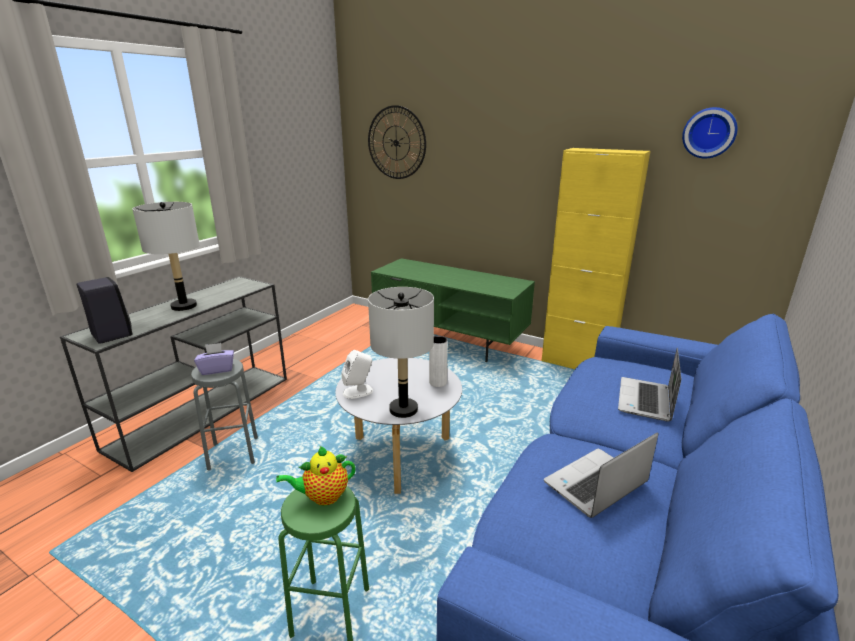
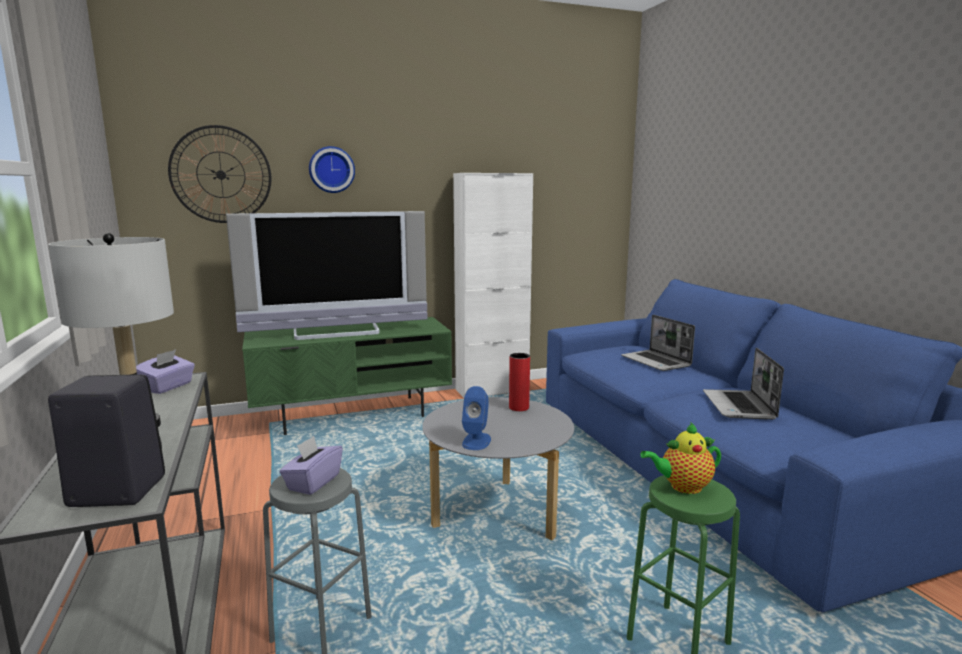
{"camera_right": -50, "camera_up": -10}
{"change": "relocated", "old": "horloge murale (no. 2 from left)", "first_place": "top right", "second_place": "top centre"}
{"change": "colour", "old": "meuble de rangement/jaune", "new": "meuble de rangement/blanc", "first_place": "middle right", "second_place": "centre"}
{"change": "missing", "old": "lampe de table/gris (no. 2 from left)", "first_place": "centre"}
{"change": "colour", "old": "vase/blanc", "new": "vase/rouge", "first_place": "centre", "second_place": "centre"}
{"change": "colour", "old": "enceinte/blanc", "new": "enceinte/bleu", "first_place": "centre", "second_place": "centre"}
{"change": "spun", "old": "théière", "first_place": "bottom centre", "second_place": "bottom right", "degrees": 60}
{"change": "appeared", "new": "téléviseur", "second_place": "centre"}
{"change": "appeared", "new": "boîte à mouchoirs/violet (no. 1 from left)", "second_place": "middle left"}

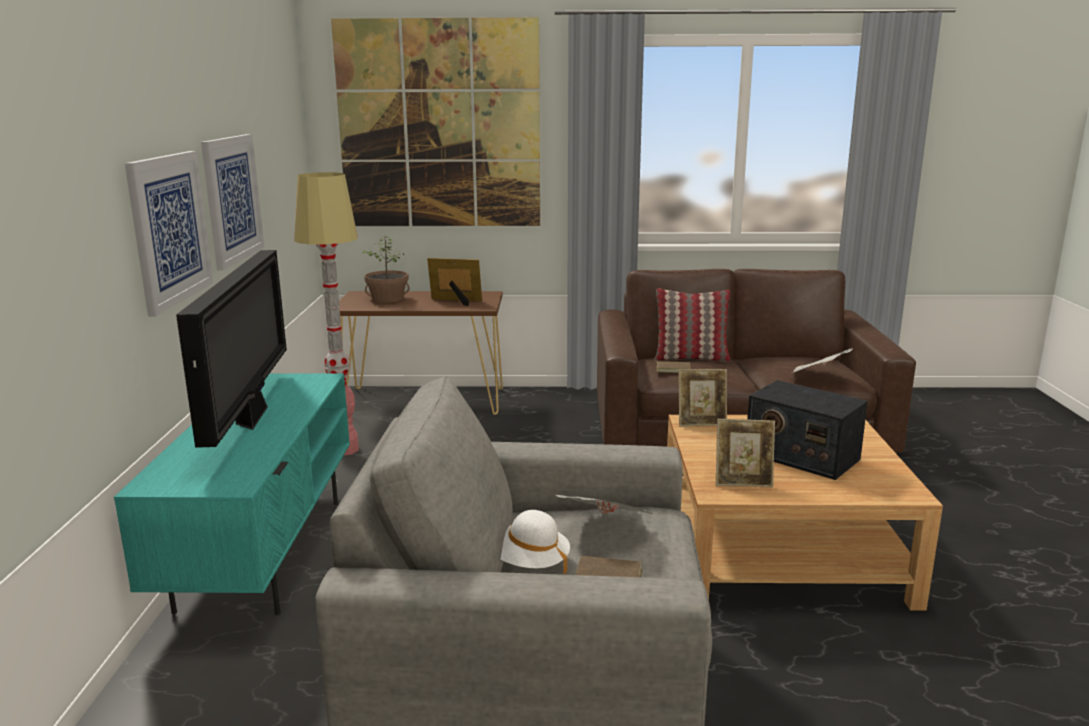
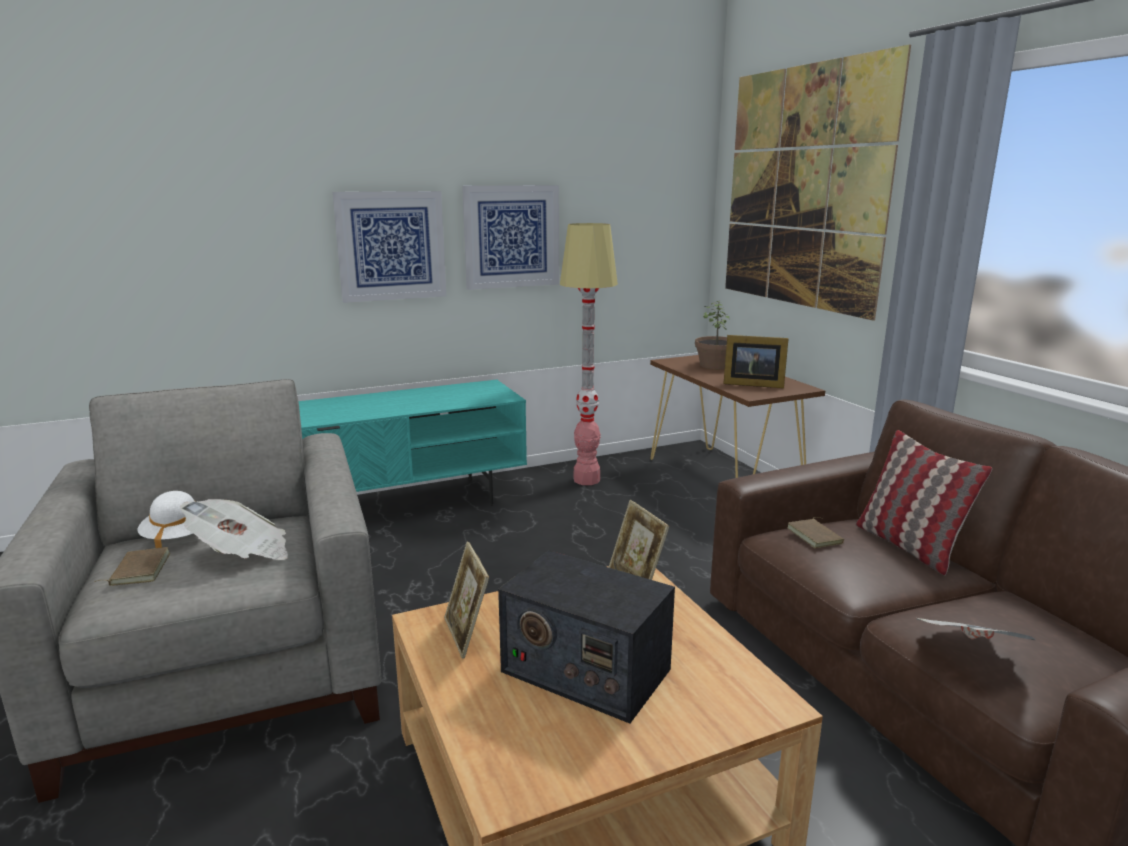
{"camera_right": 65, "camera_up": 0}
{"change": "missing", "old": "téléviseur", "first_place": "middle left"}
{"change": "spun", "old": "cadre photo (no. 1 from left in the first image)", "first_place": "centre", "second_place": "middle right", "degrees": 120}
{"change": "spun", "old": "radio", "first_place": "middle right", "second_place": "bottom centre", "degrees": -75}

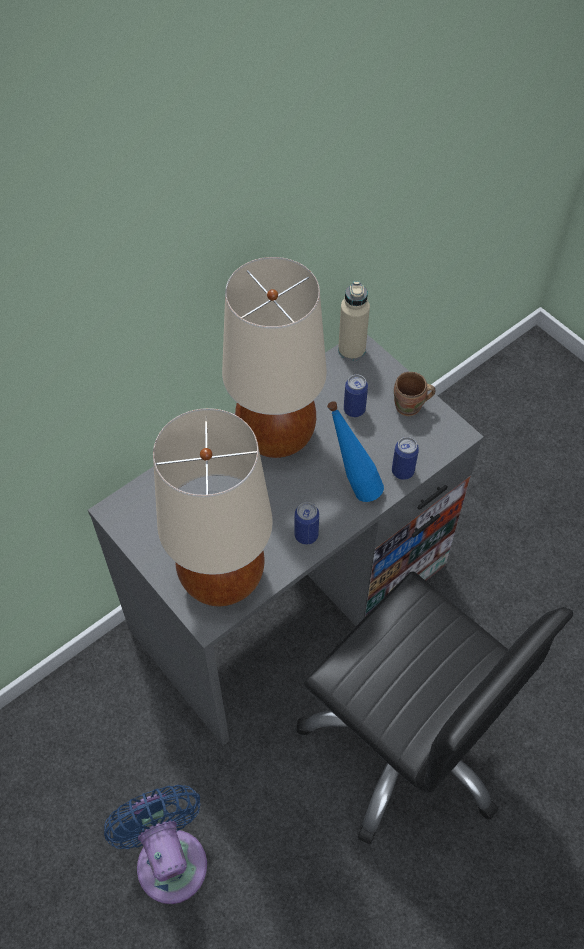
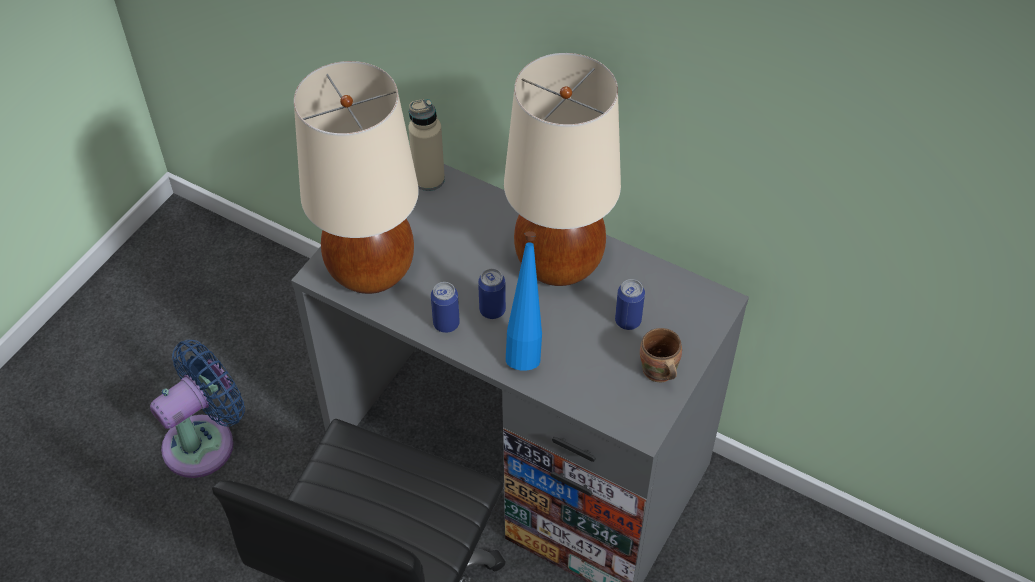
{"camera_right": 70, "camera_up": -5}
{"change": "relocated", "old": "bouteille/beige", "first_place": "centre", "second_place": "top centre"}
{"change": "relocated", "old": "boîte métallique (no. 3 from left in the first image)", "new": "boîte métallique (no. 2 from left)", "first_place": "middle right", "second_place": "centre"}

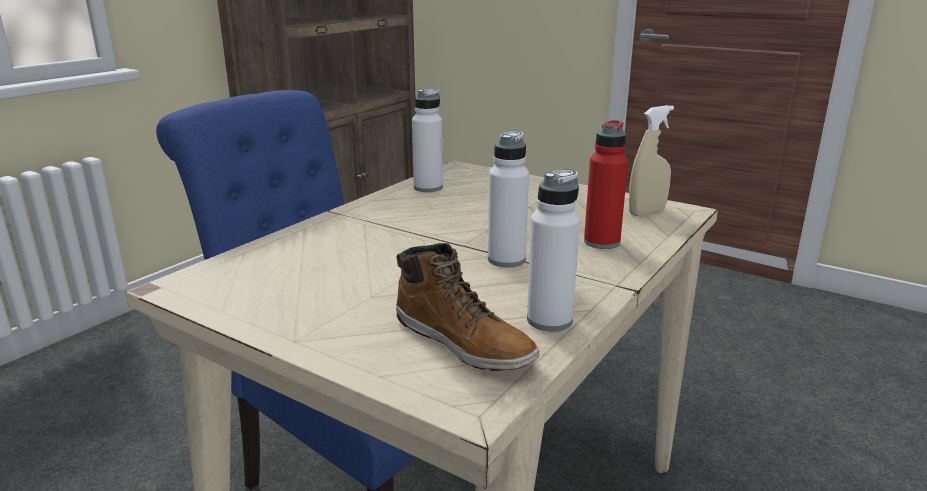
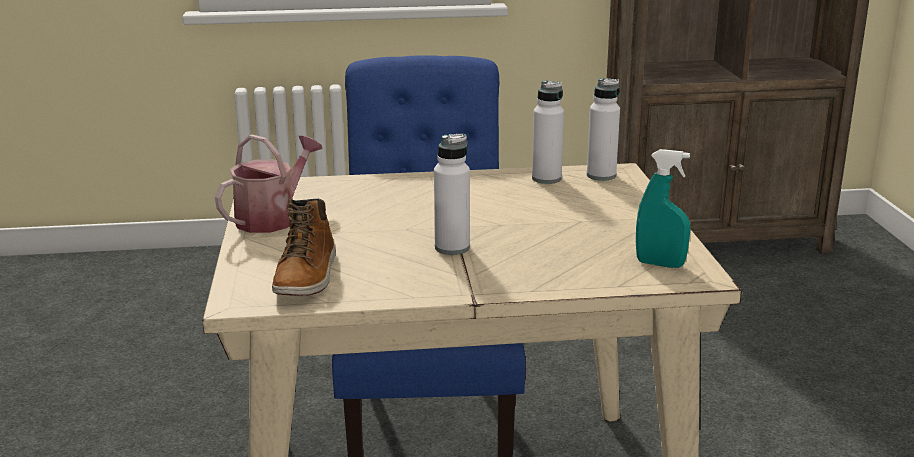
{"camera_right": 50, "camera_up": 0}
{"change": "colour", "old": "vaporisateur/beige", "new": "vaporisateur/turquoise", "first_place": "top right", "second_place": "middle right"}
{"change": "missing", "old": "bouteille/rouge", "first_place": "centre"}
{"change": "relocated", "old": "bouteille/blanc (no. 3 from left)", "first_place": "centre", "second_place": "top centre"}
{"change": "appeared", "new": "arrosoir", "second_place": "middle left"}

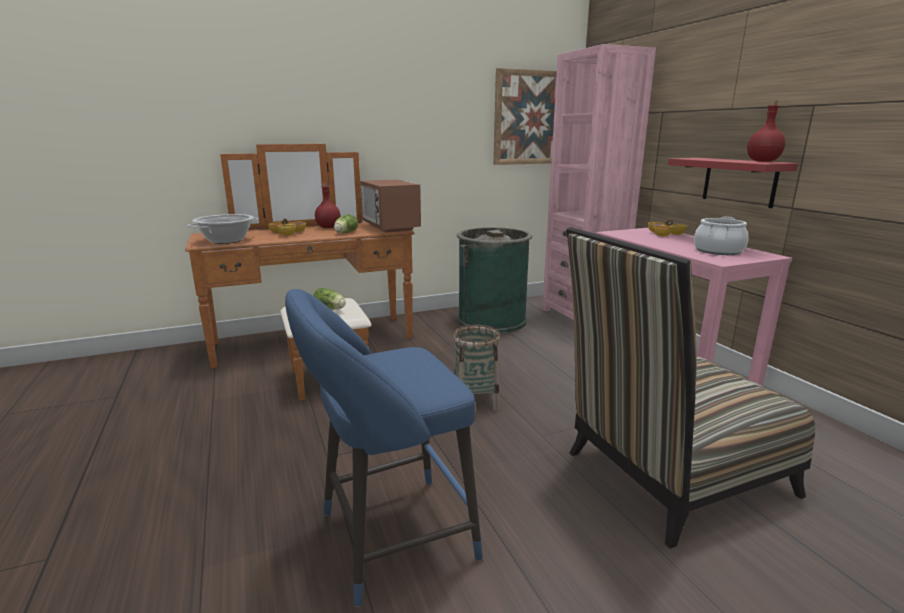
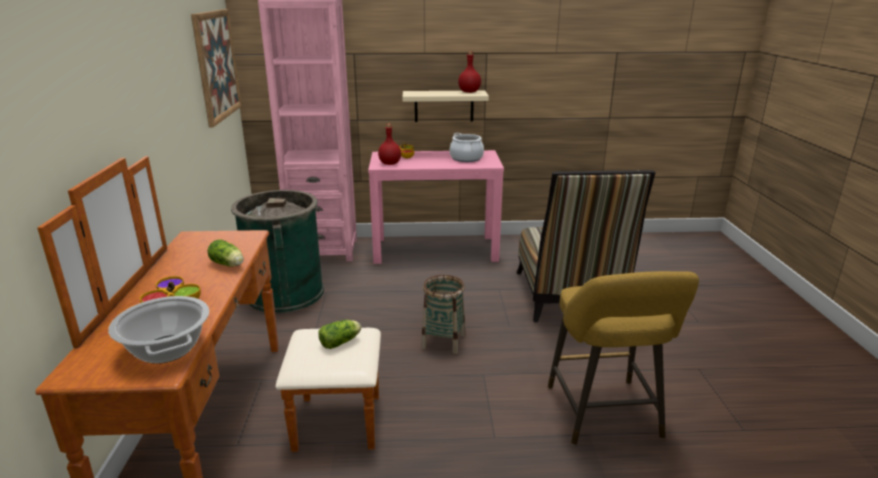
{"camera_right": -70, "camera_up": 5}
{"change": "colour", "old": "étagère/rouge", "new": "étagère/beige", "first_place": "top right", "second_place": "top centre"}
{"change": "missing", "old": "micro-ondes", "first_place": "centre"}
{"change": "relocated", "old": "bouteille/rouge (no. 1 from left)", "first_place": "centre", "second_place": "top centre"}
{"change": "colour", "old": "tabouret/bleu", "new": "tabouret/jaune", "first_place": "bottom centre", "second_place": "bottom right"}

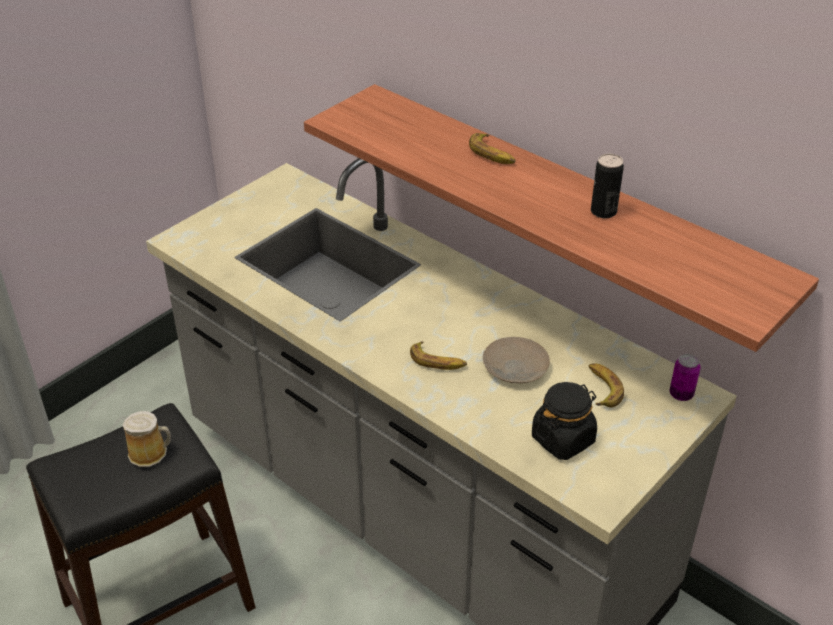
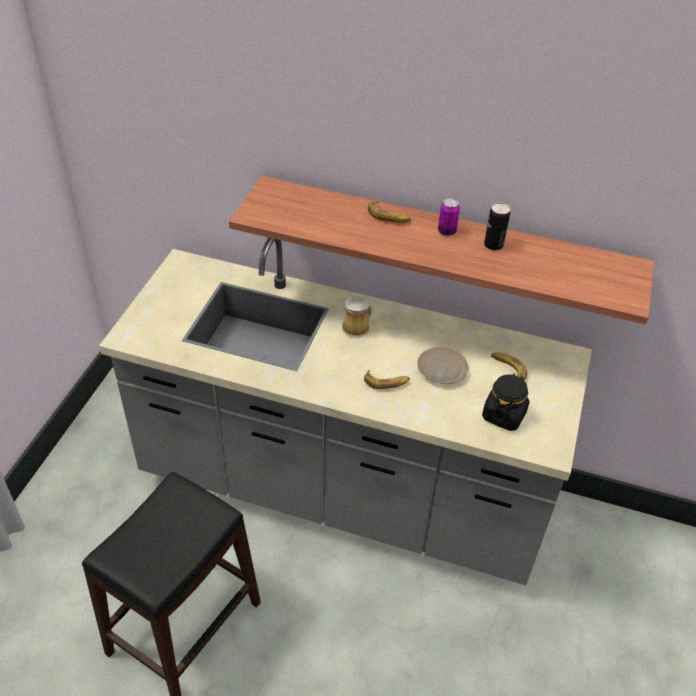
{"camera_right": -25, "camera_up": 5}
{"change": "relocated", "old": "boîte métallique (no. 2 from left in the first image)", "new": "boîte métallique (no. 1 from left)", "first_place": "middle right", "second_place": "top centre"}
{"change": "relocated", "old": "mug", "first_place": "bottom left", "second_place": "centre"}

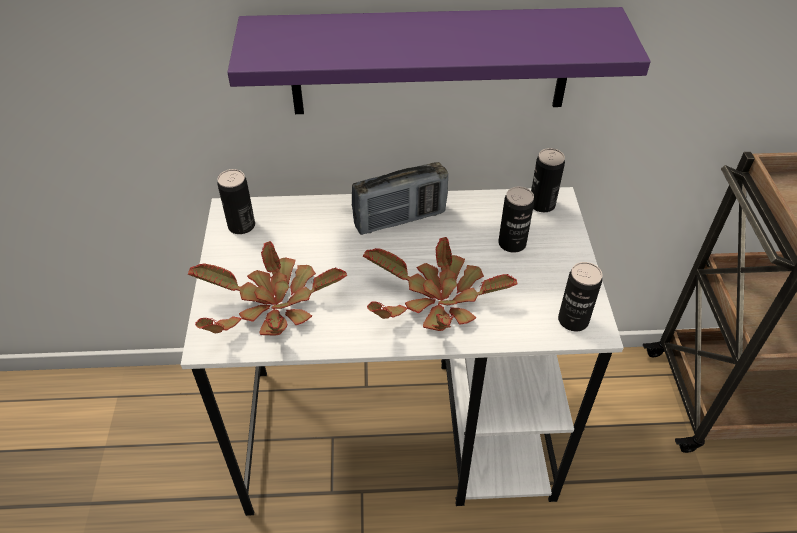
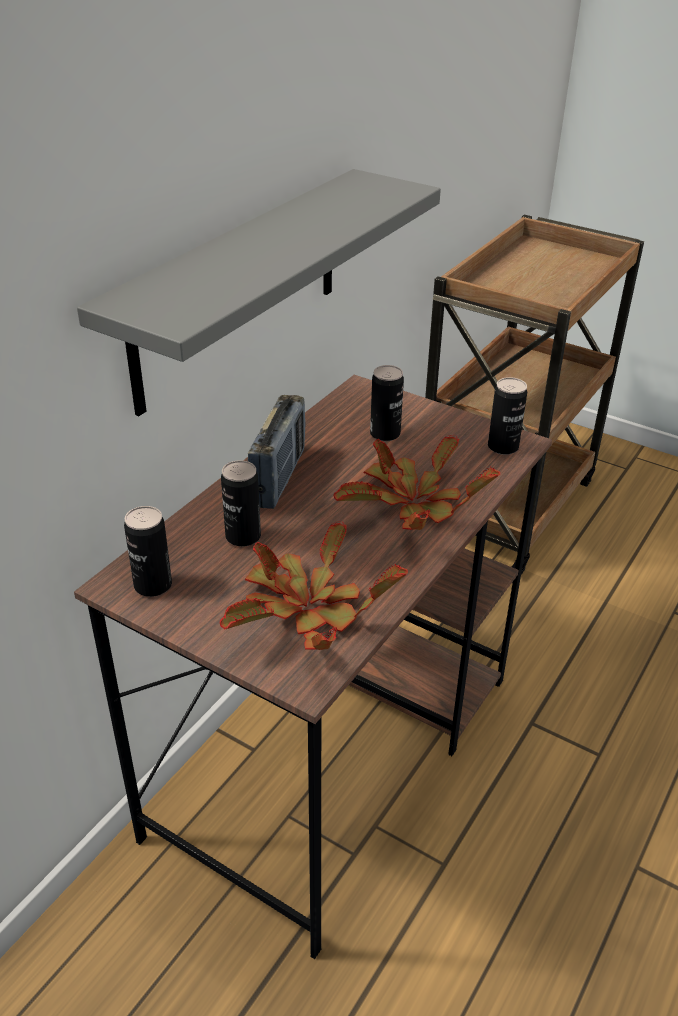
{"camera_right": -55, "camera_up": -10}
{"change": "colour", "old": "étagère/violet", "new": "étagère/gris", "first_place": "top centre", "second_place": "top centre"}
{"change": "relocated", "old": "boîte métallique (no. 3 from left in the first image)", "new": "boîte métallique (no. 2 from left)", "first_place": "middle right", "second_place": "centre"}
{"change": "colour", "old": "bureau/blanc", "new": "bureau/marron", "first_place": "centre", "second_place": "centre"}

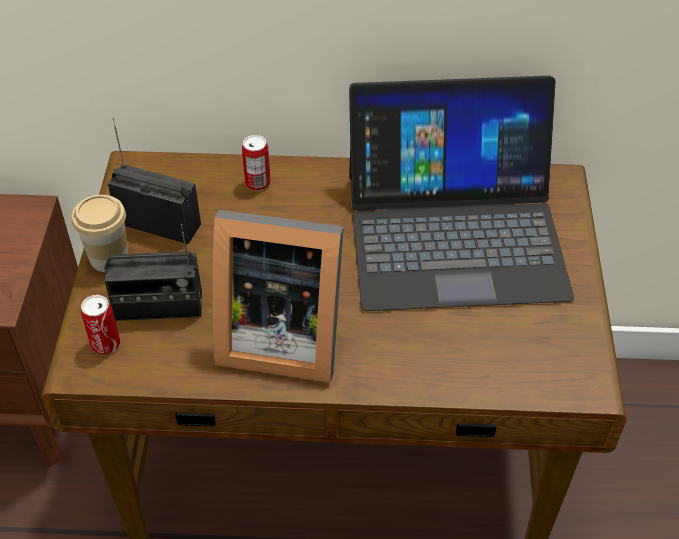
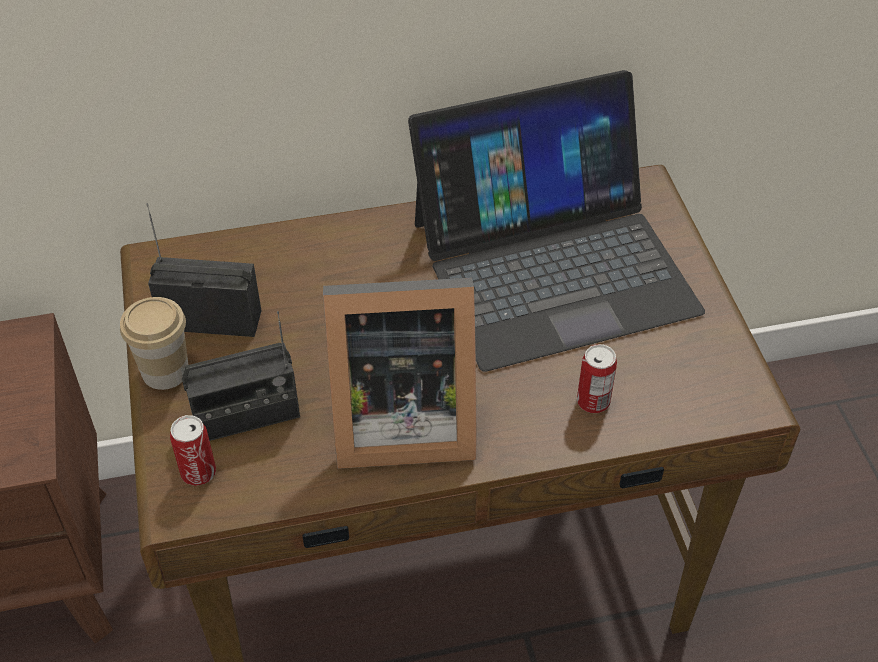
{"camera_right": -15, "camera_up": 0}
{"change": "relocated", "old": "boîte métallique (no. 2 from left)", "first_place": "top centre", "second_place": "middle right"}

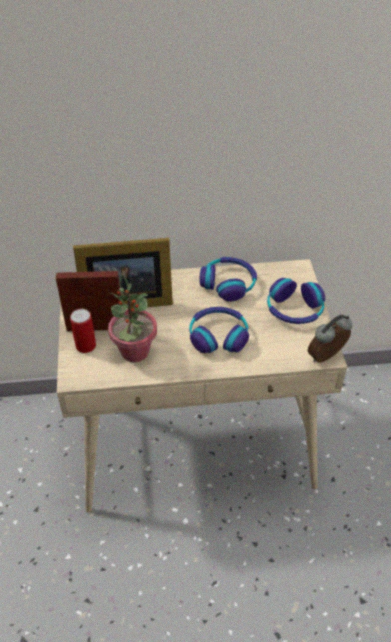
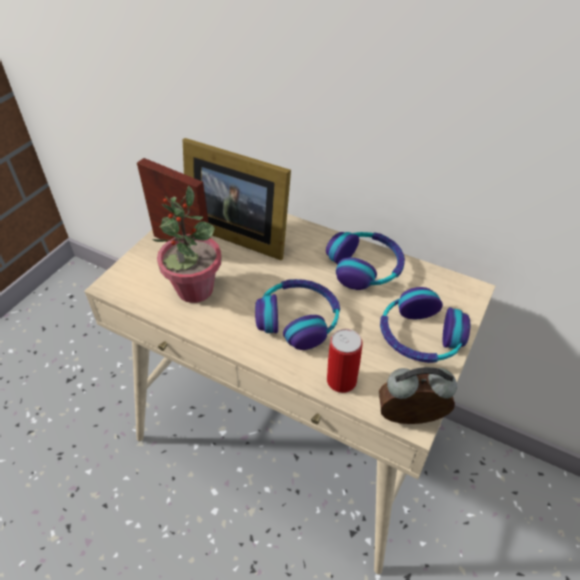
{"camera_right": 35, "camera_up": 0}
{"change": "relocated", "old": "boîte métallique", "first_place": "middle left", "second_place": "centre"}

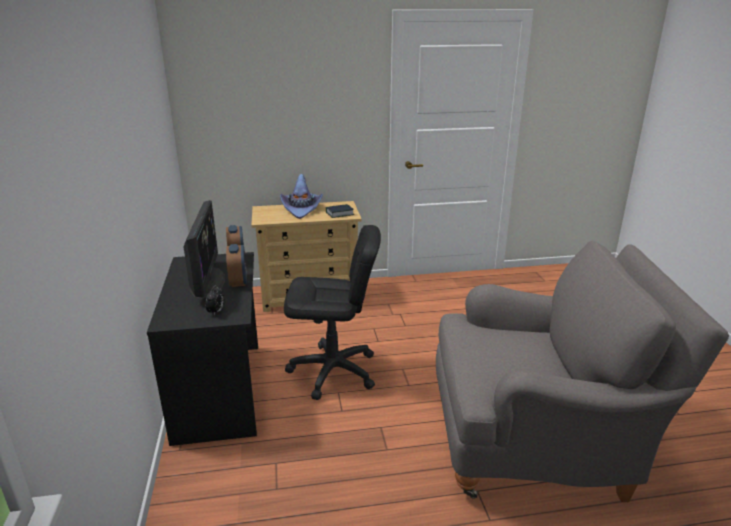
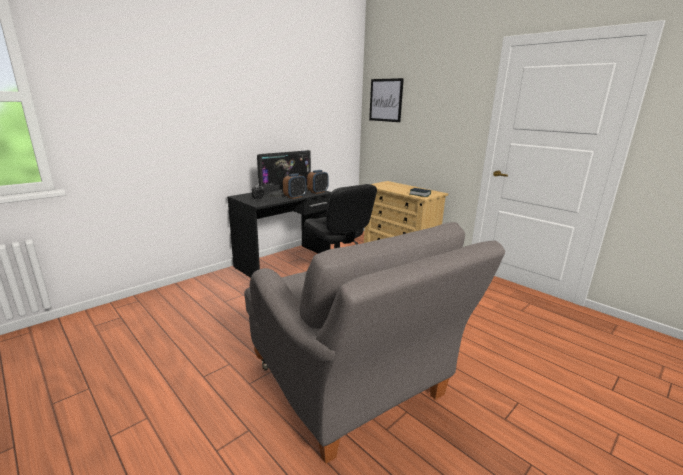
{"camera_right": 55, "camera_up": -5}
{"change": "missing", "old": "chapeau/violet", "first_place": "centre"}
{"change": "appeared", "new": "tableau", "second_place": "top centre"}

